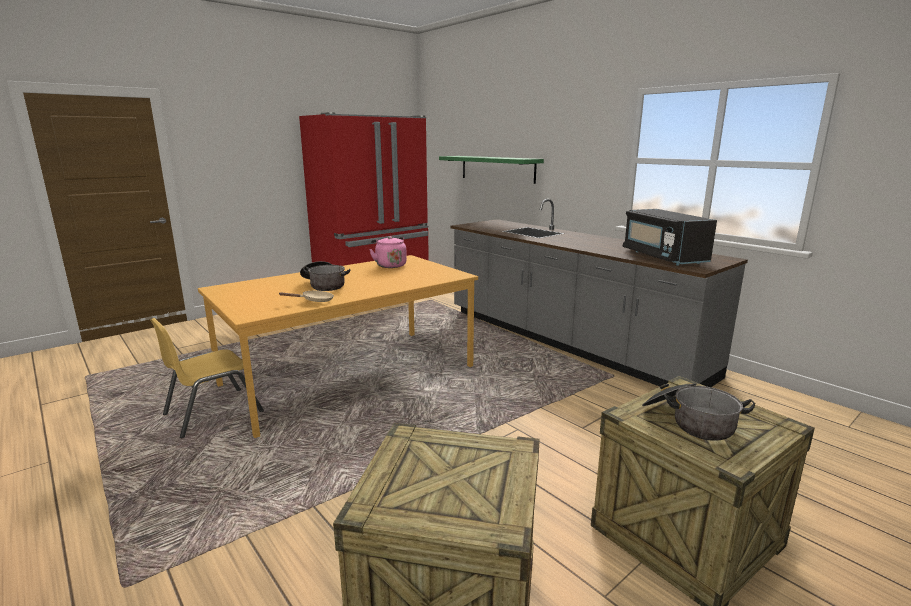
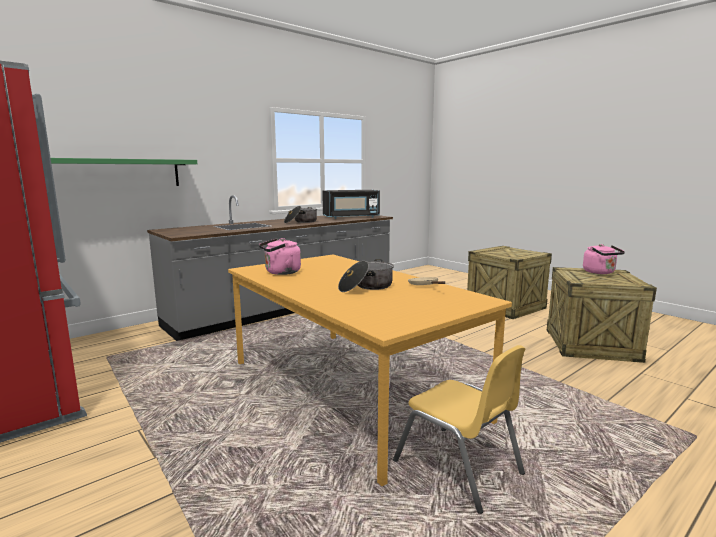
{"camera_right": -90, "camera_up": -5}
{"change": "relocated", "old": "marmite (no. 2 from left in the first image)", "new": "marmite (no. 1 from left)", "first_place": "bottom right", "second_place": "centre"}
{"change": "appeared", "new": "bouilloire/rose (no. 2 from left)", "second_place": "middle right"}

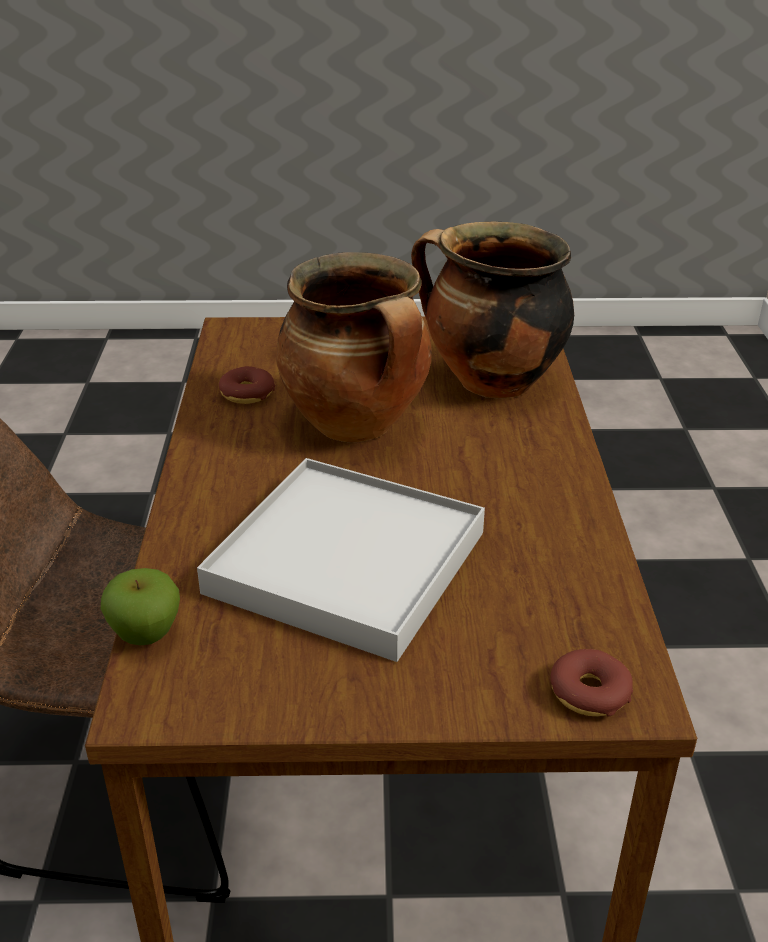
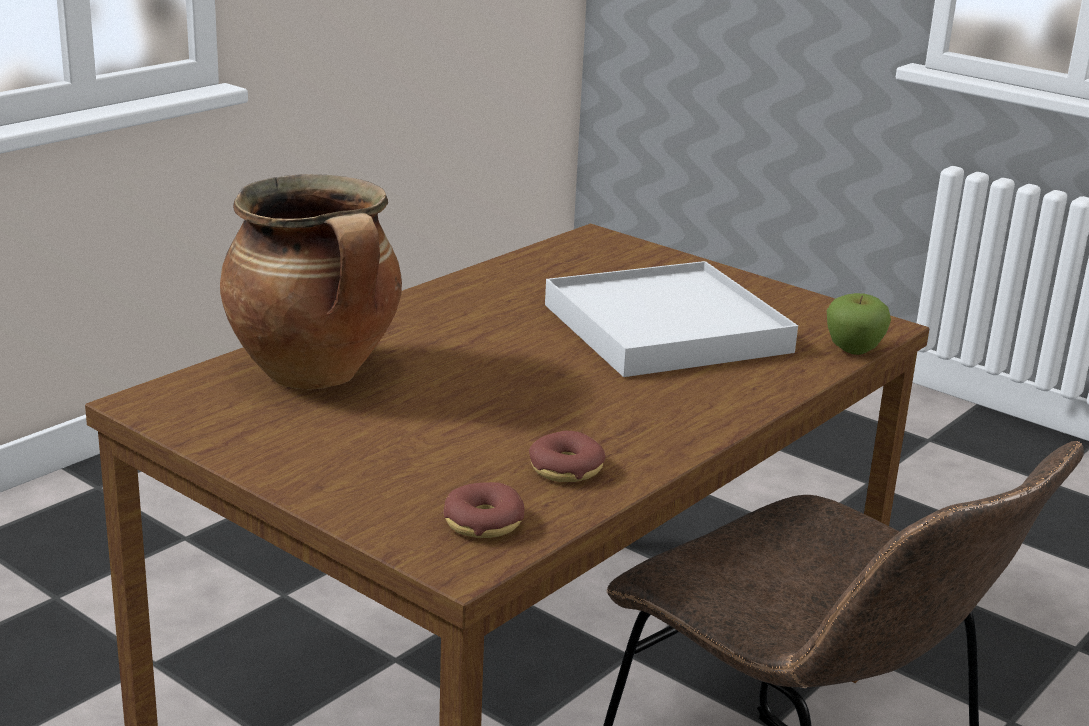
{"camera_right": -140, "camera_up": -10}
{"change": "missing", "old": "marmite (no. 1 from left)", "first_place": "centre"}
{"change": "relocated", "old": "beignet (no. 2 from left in the first image)", "new": "beignet (no. 1 from left)", "first_place": "bottom right", "second_place": "bottom centre"}

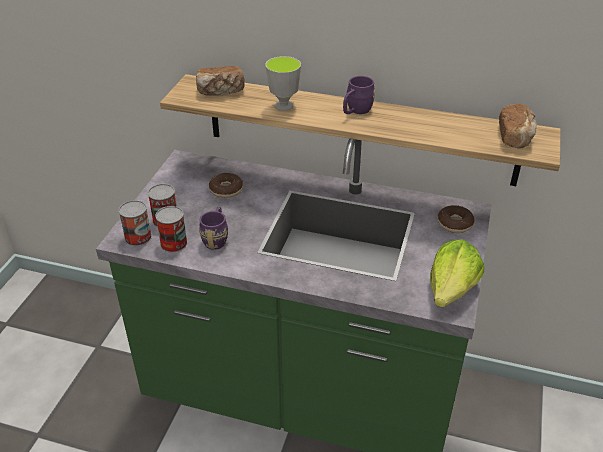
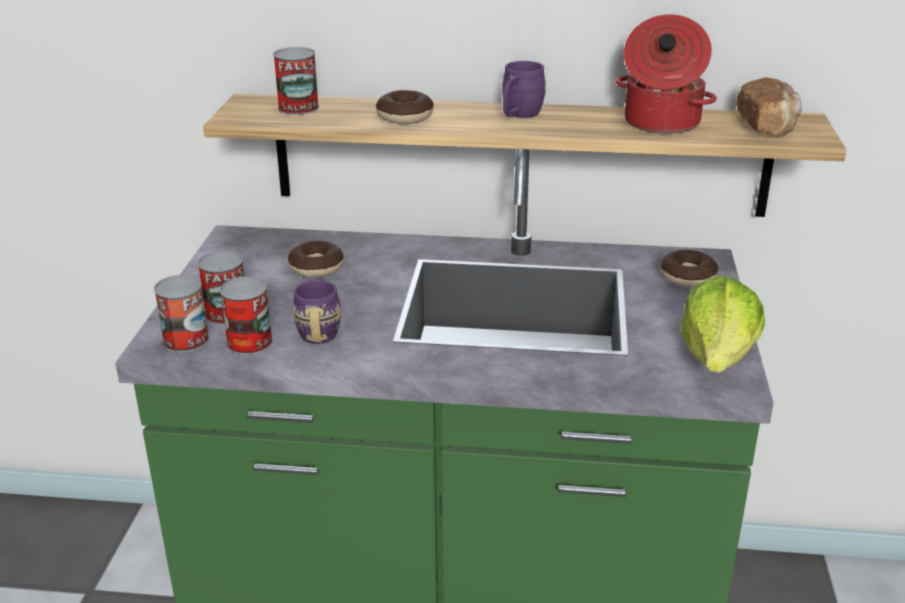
{"camera_right": -10, "camera_up": -10}
{"change": "exchanged", "old": "tasse", "new": "beignet (no. 2 from left)", "first_place": "top centre", "second_place": "top centre"}
{"change": "exchanged", "old": "pain (no. 1 from left)", "new": "boîte métallique (no. 4 from left)", "first_place": "top centre", "second_place": "top left"}
{"change": "appeared", "new": "marmite", "second_place": "top right"}

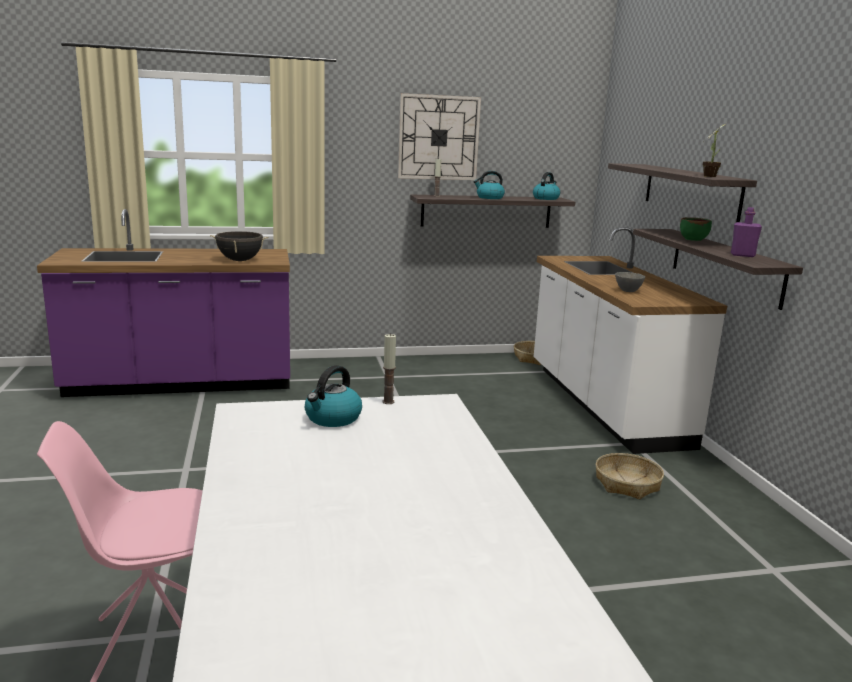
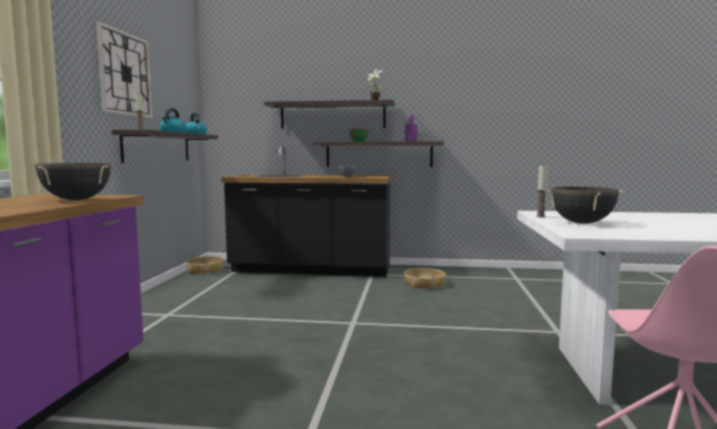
{"camera_right": -70, "camera_up": -10}
{"change": "colour", "old": "comptoir de cuisine/blanc", "new": "comptoir de cuisine/noir", "first_place": "middle right", "second_place": "centre"}
{"change": "exchanged", "old": "bouilloire (no. 1 from left)", "new": "marmite/noir (no. 2 from left)", "first_place": "centre", "second_place": "middle right"}

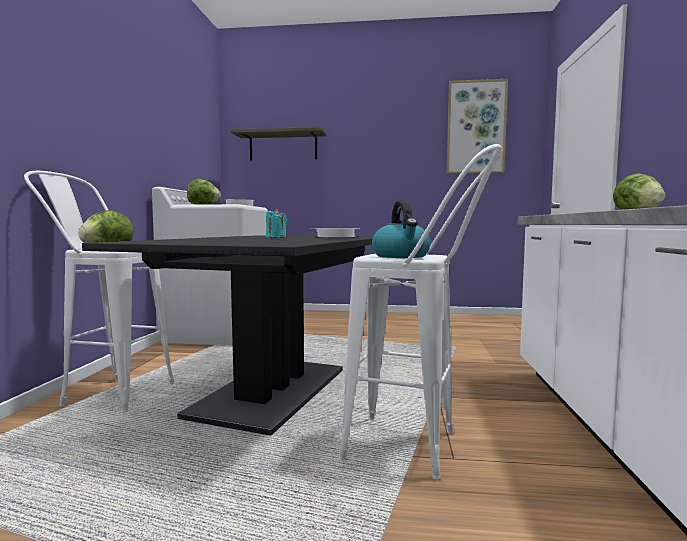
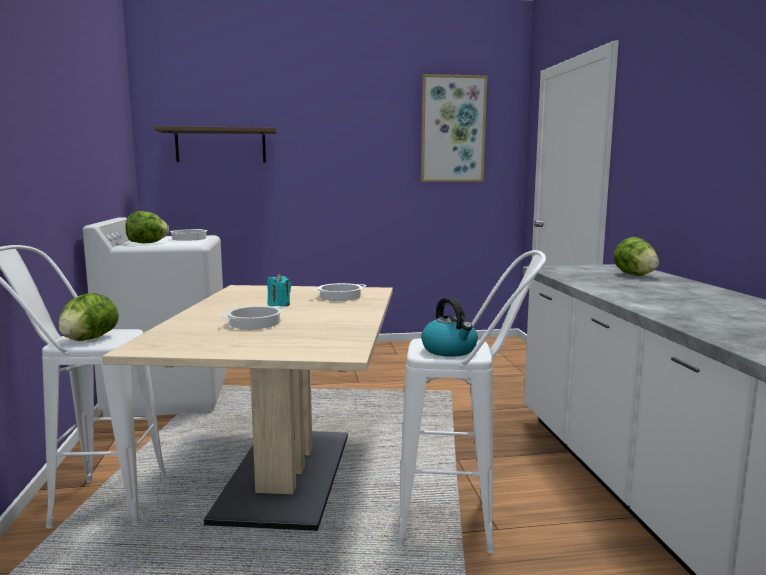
{"camera_right": -15, "camera_up": 5}
{"change": "colour", "old": "table à manger/noir", "new": "table à manger/beige", "first_place": "middle left", "second_place": "bottom left"}
{"change": "appeared", "new": "marmite (no. 2 from left)", "second_place": "middle left"}

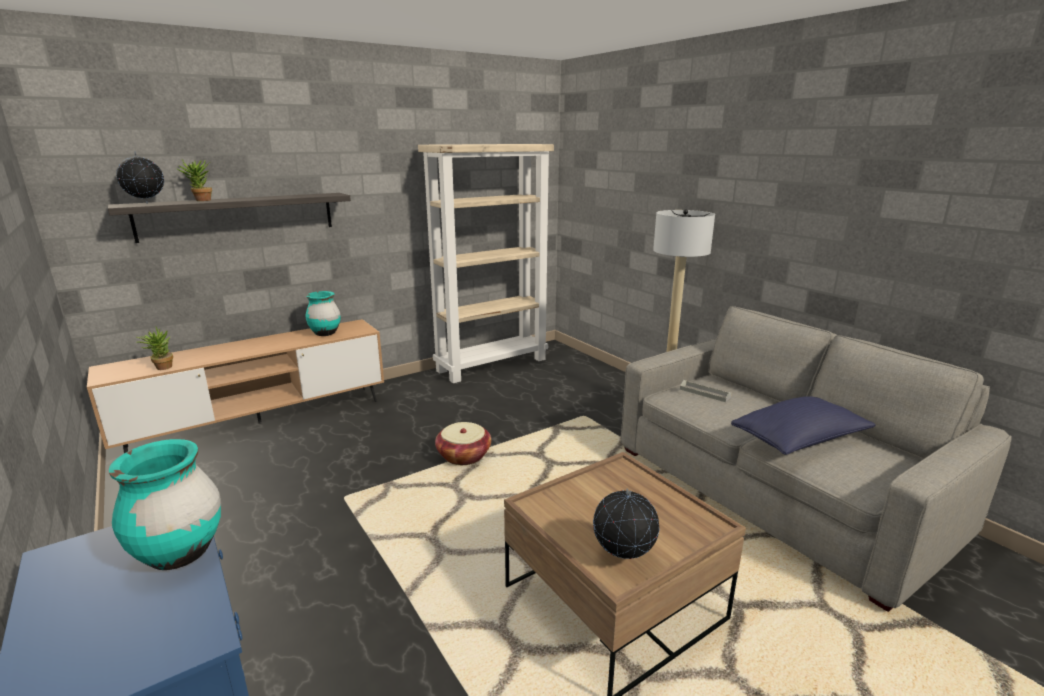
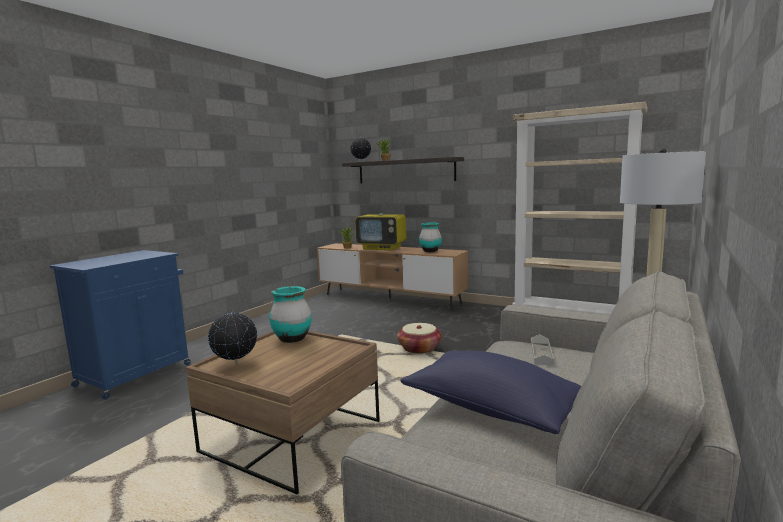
{"camera_right": 65, "camera_up": -10}
{"change": "relocated", "old": "vase/turquoise (no. 1 from left)", "first_place": "bottom left", "second_place": "centre"}
{"change": "appeared", "new": "téléviseur", "second_place": "centre"}

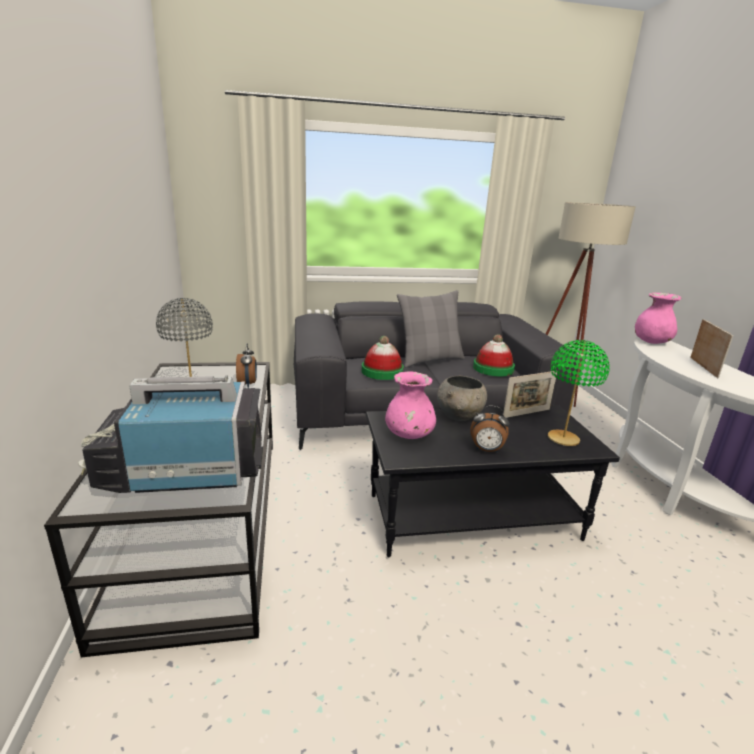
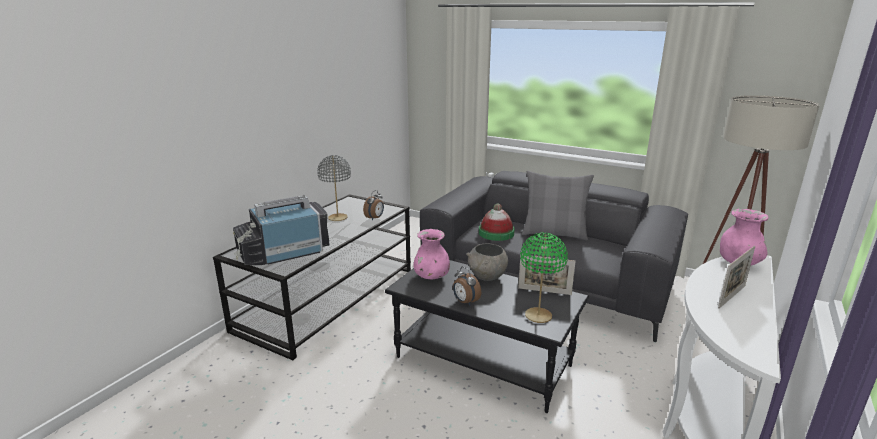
{"camera_right": 40, "camera_up": 0}
{"change": "missing", "old": "chapeau (no. 2 from left)", "first_place": "centre"}
{"change": "spun", "old": "téléviseur", "first_place": "middle left", "second_place": "middle left", "degrees": -60}

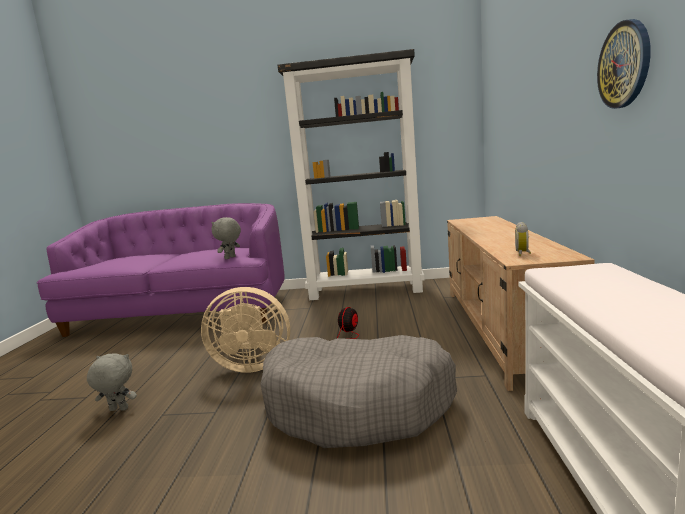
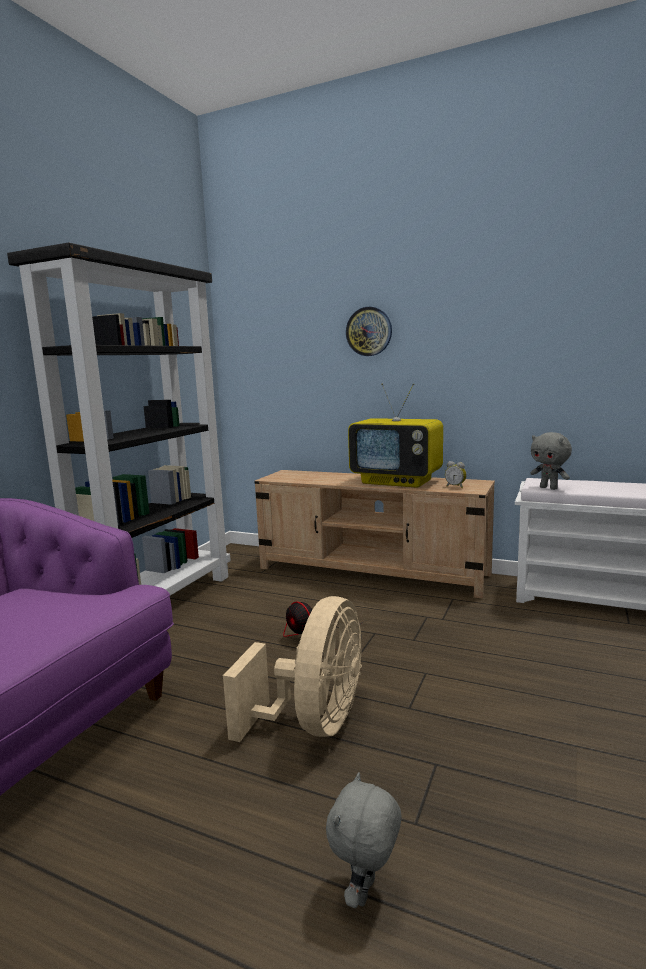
{"camera_right": -70, "camera_up": 0}
{"change": "relocated", "old": "horloge murale", "first_place": "top right", "second_place": "centre"}
{"change": "relocated", "old": "peluche/gris (no. 2 from left)", "first_place": "middle left", "second_place": "middle right"}
{"change": "missing", "old": "panier pour chien/gris", "first_place": "bottom centre"}
{"change": "appeared", "new": "téléviseur", "second_place": "centre"}

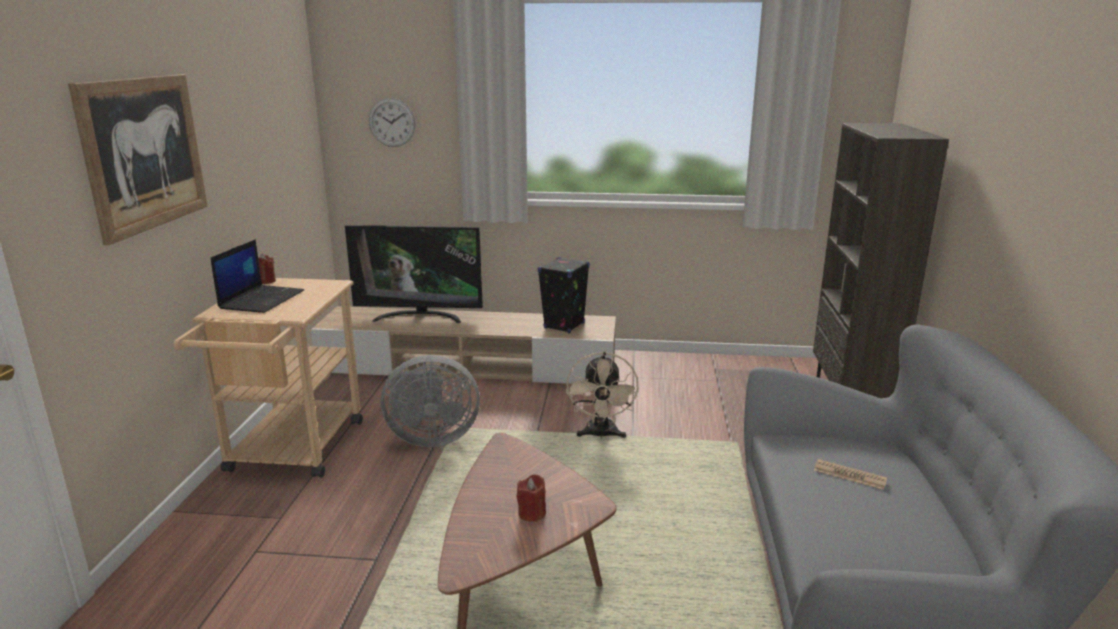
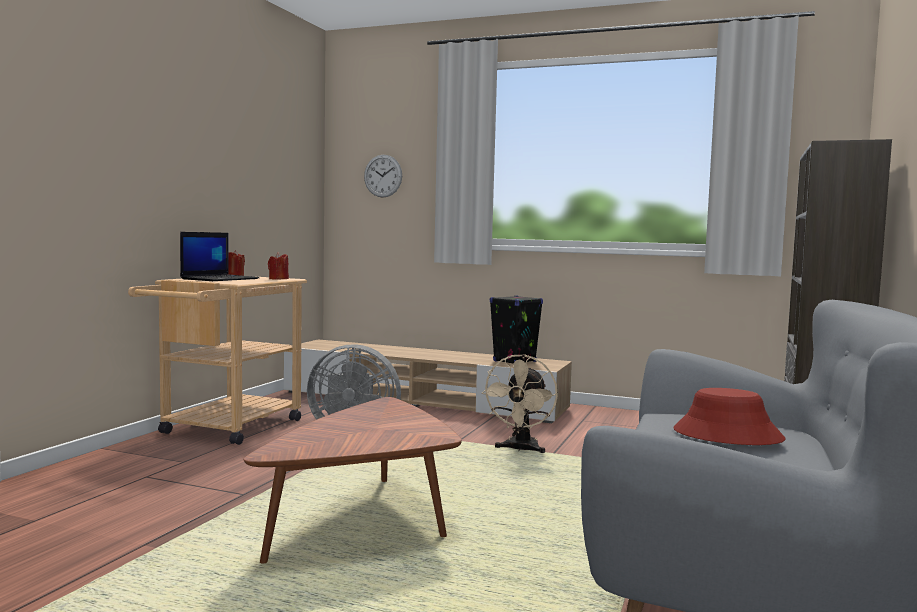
{"camera_right": 15, "camera_up": -15}
{"change": "missing", "old": "tableau", "first_place": "top left"}
{"change": "missing", "old": "téléviseur", "first_place": "centre"}
{"change": "exchanged", "old": "journal", "new": "chapeau/rouge", "first_place": "bottom right", "second_place": "bottom right"}
{"change": "relocated", "old": "bougie/rouge (no. 2 from left)", "first_place": "bottom centre", "second_place": "middle left"}

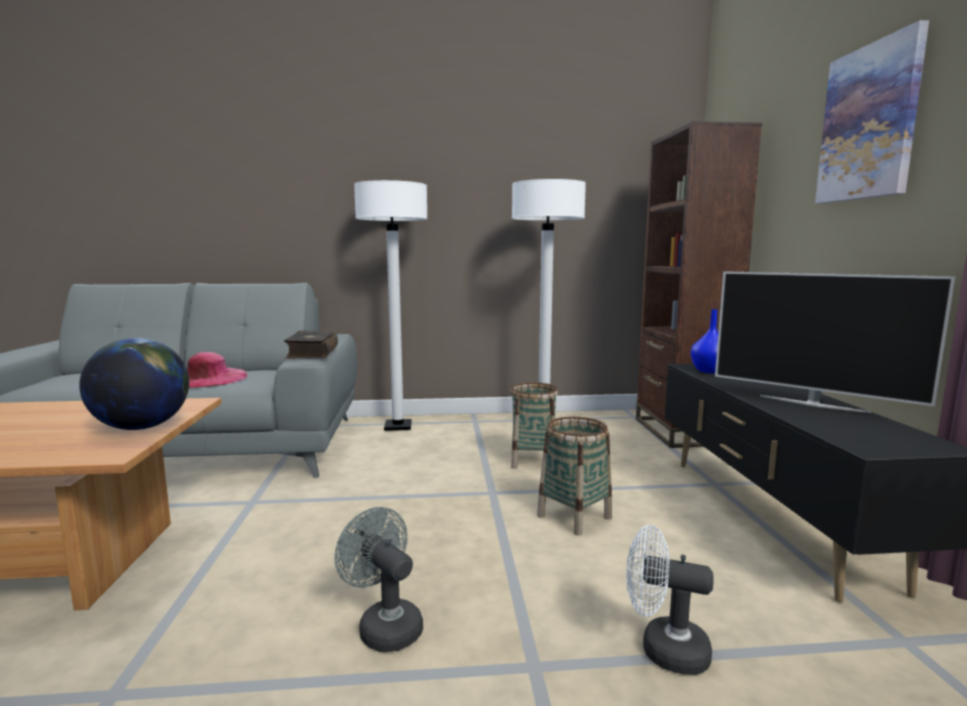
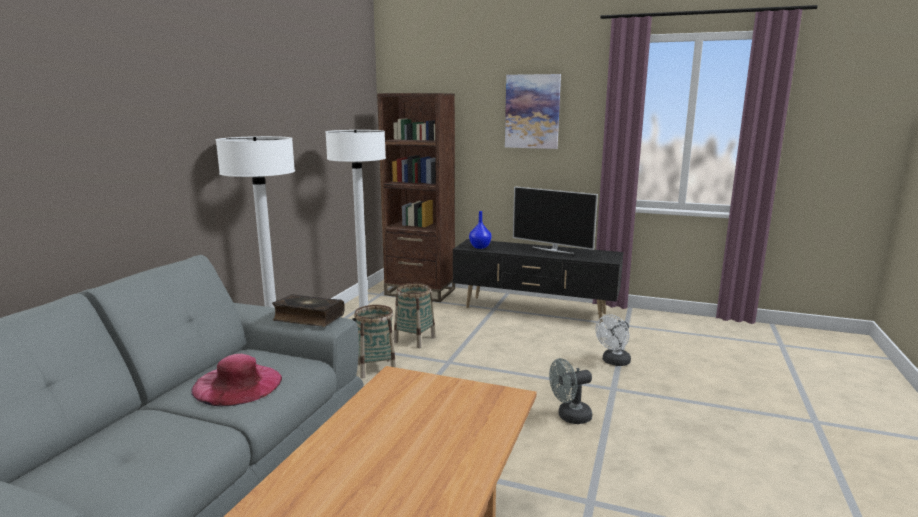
{"camera_right": -65, "camera_up": 5}
{"change": "spun", "old": "téléviseur", "first_place": "middle right", "second_place": "centre", "degrees": 60}
{"change": "missing", "old": "globe", "first_place": "middle left"}
{"change": "relocated", "old": "panier (no. 2 from left in the first image)", "new": "panier (no. 1 from left)", "first_place": "bottom centre", "second_place": "centre"}

